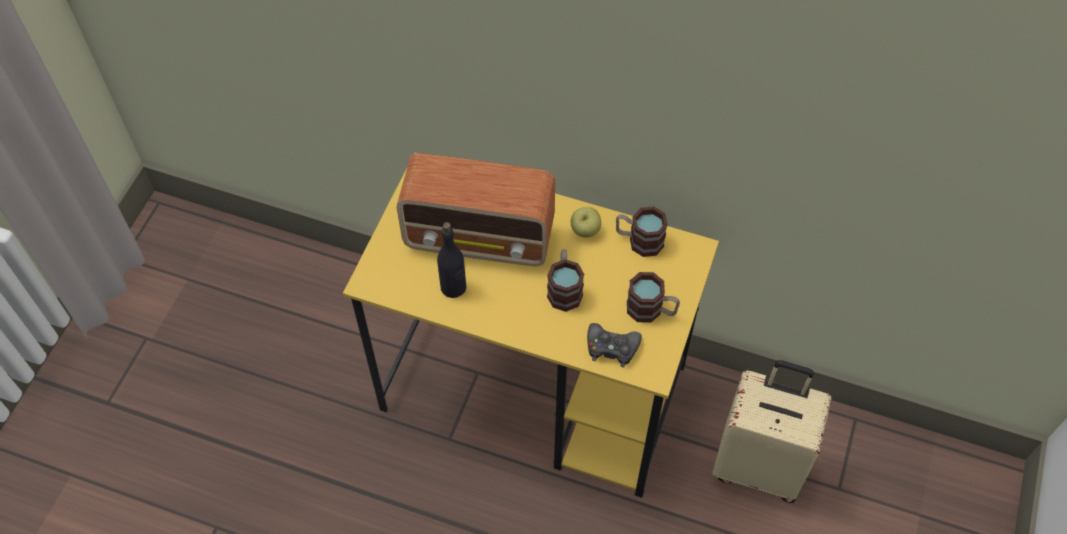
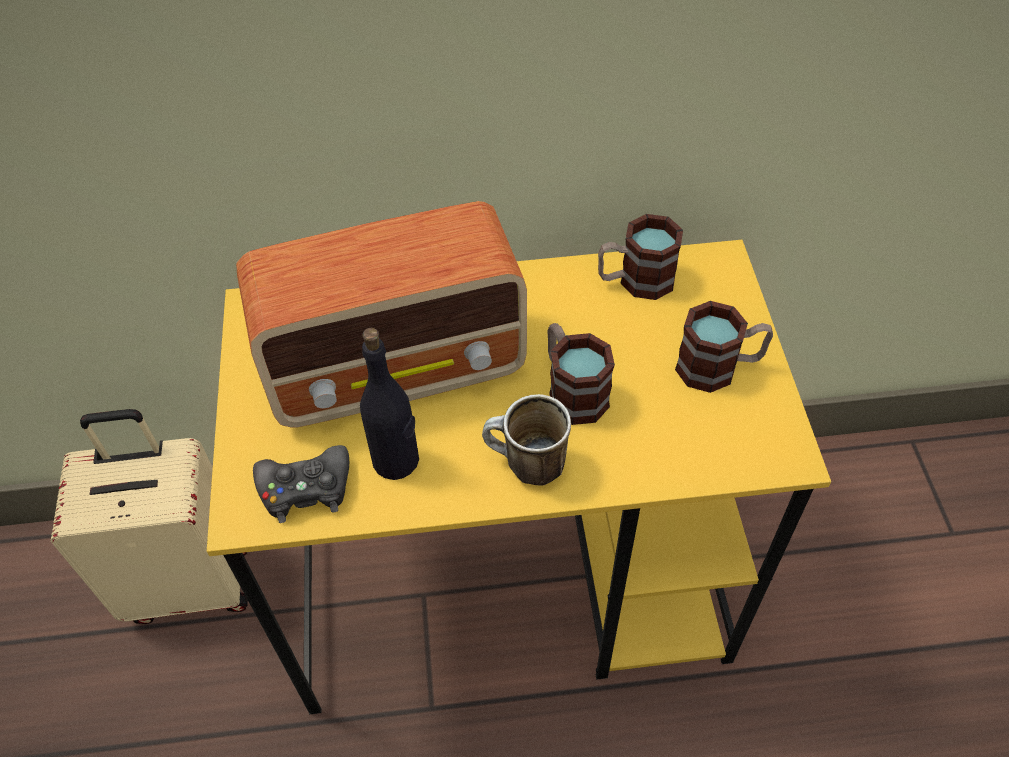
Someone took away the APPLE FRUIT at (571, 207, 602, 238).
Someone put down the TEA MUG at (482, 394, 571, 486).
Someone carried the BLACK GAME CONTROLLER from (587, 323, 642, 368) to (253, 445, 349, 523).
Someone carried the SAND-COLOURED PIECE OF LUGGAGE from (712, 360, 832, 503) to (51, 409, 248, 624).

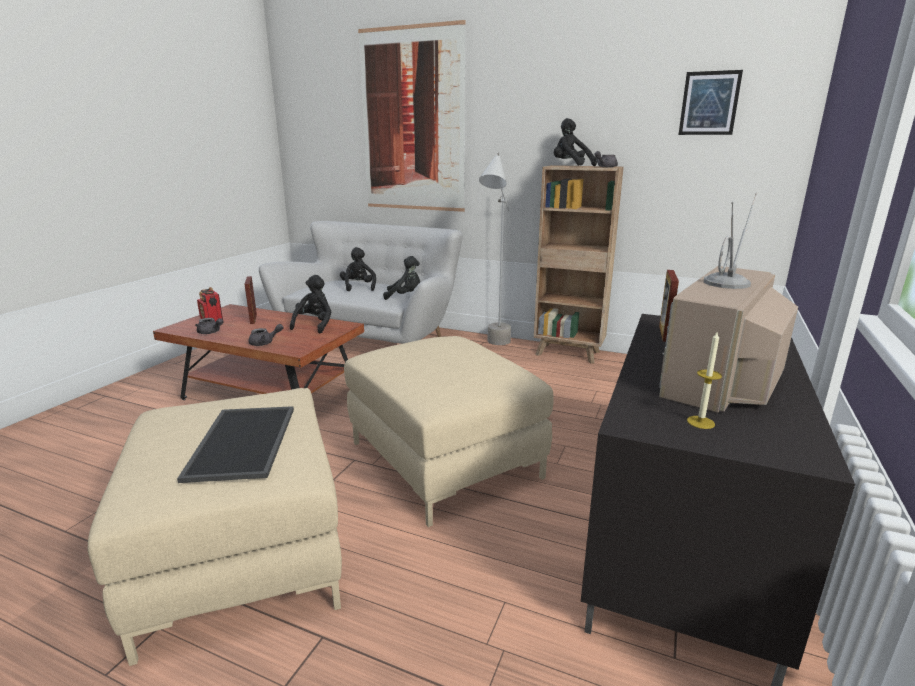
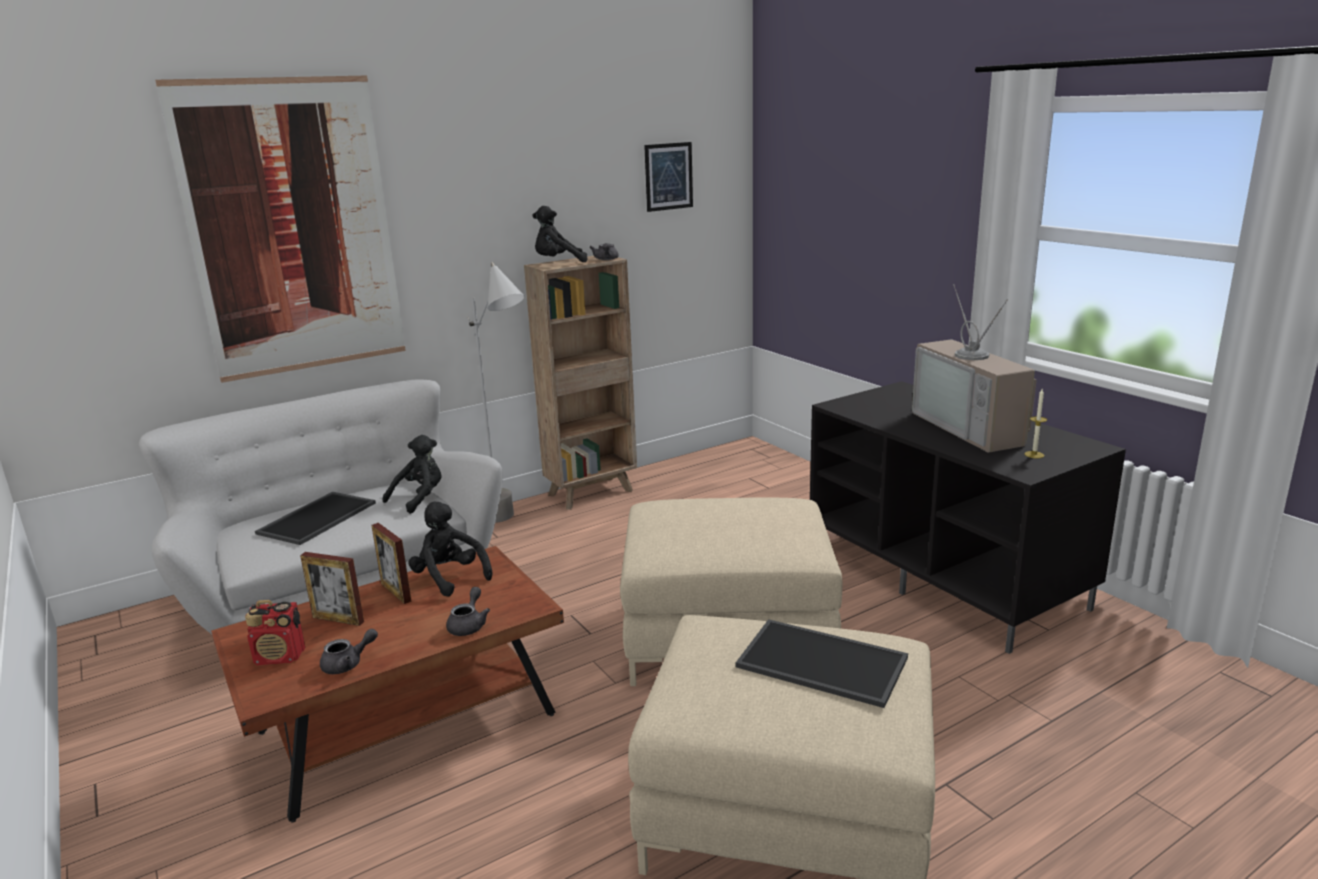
Someone carried the STANDING FRAME from (659, 270, 679, 342) to (372, 523, 411, 604).
Someone swapped the BLACK SOFT TOY at (340, 247, 376, 291) for the CARRYING TRAY at (255, 492, 376, 545).

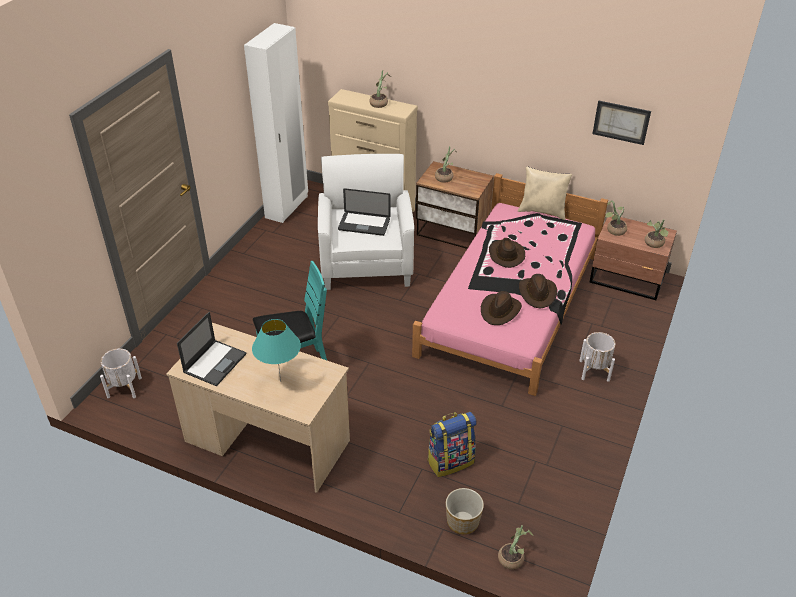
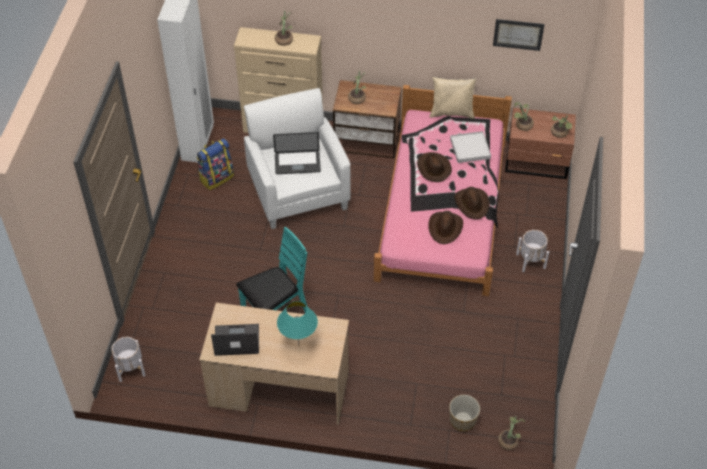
Someone put down the WHITE CARRYING TRAY at (450, 131, 491, 163).
Someone carried the RUCKSACK from (427, 412, 477, 477) to (197, 138, 234, 190).
Someone rotated the PORTABLE COMPUTER at (177, 312, 246, 386) by 105 degrees counterclockwise.

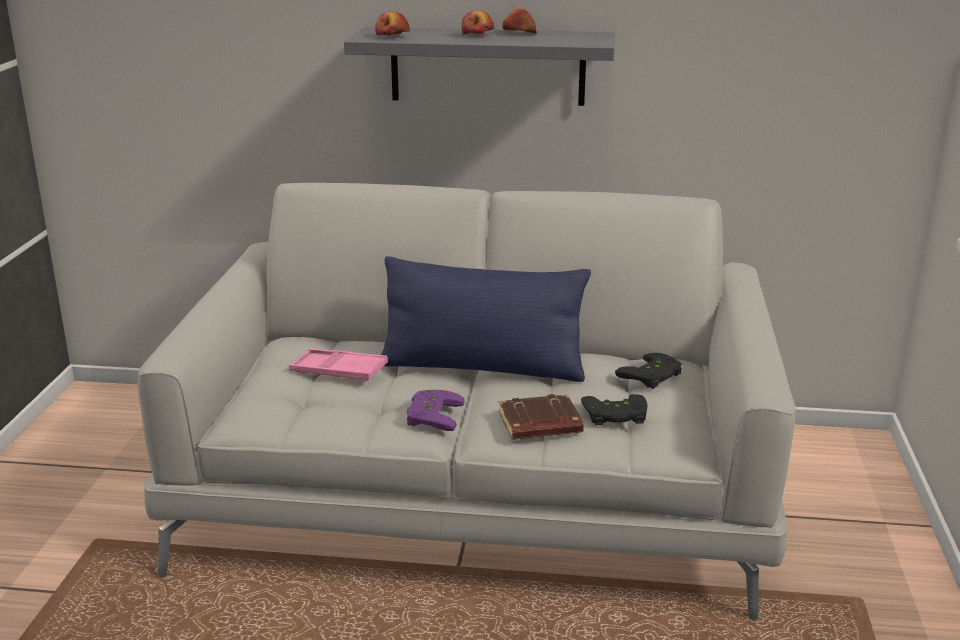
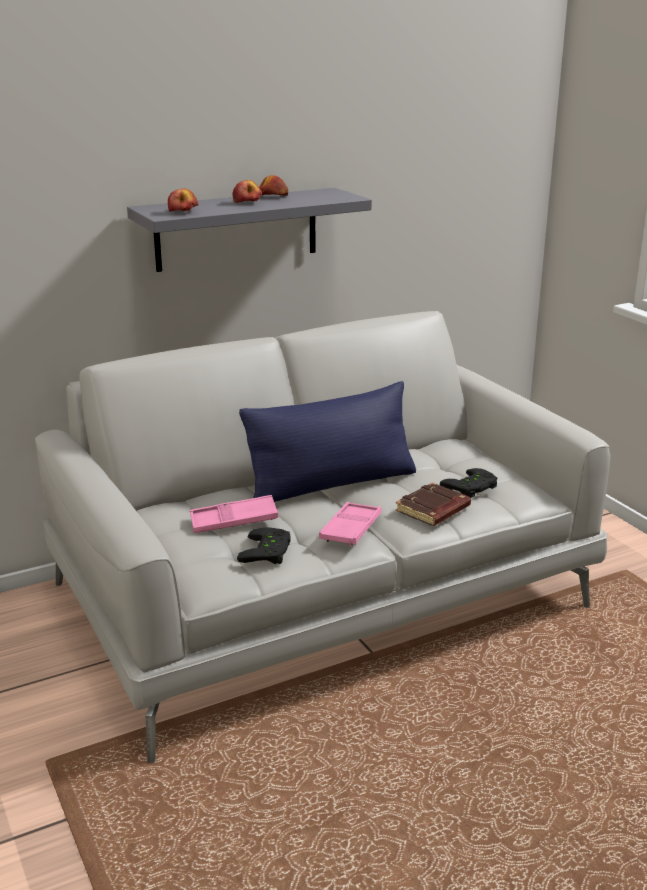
Someone carried the BLACK GAME CONTROLLER from (615, 353, 682, 389) to (237, 528, 291, 564).
Someone swapped the PURPLE-COLOURED GAME CONTROLLER at (407, 390, 465, 431) for the PINKISH CARRYING TRAY at (319, 502, 382, 546).

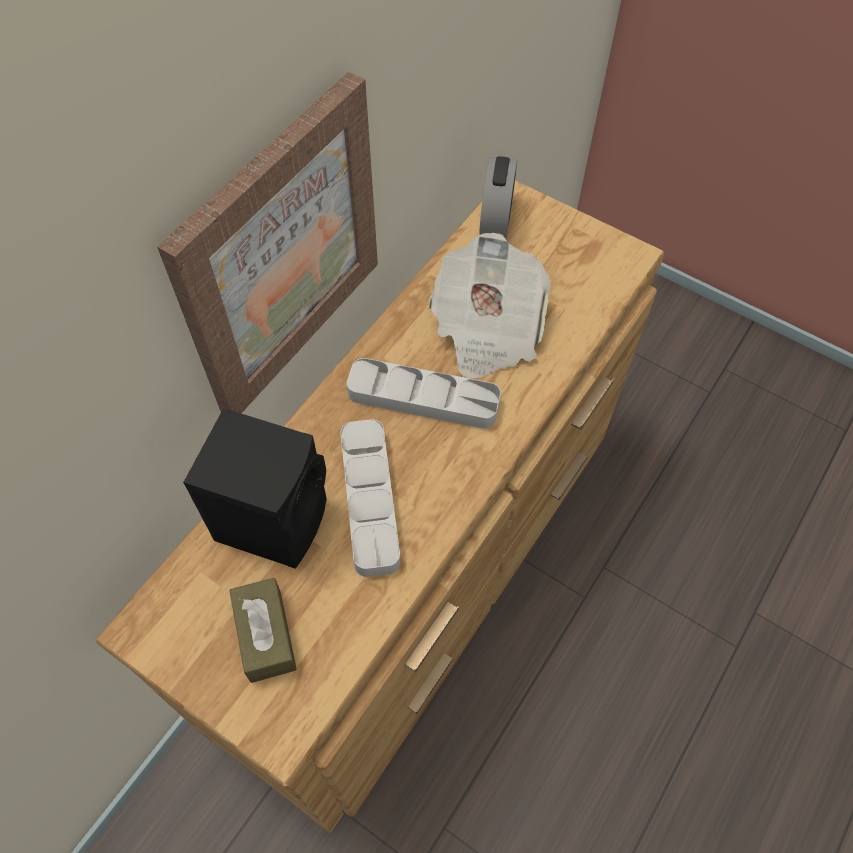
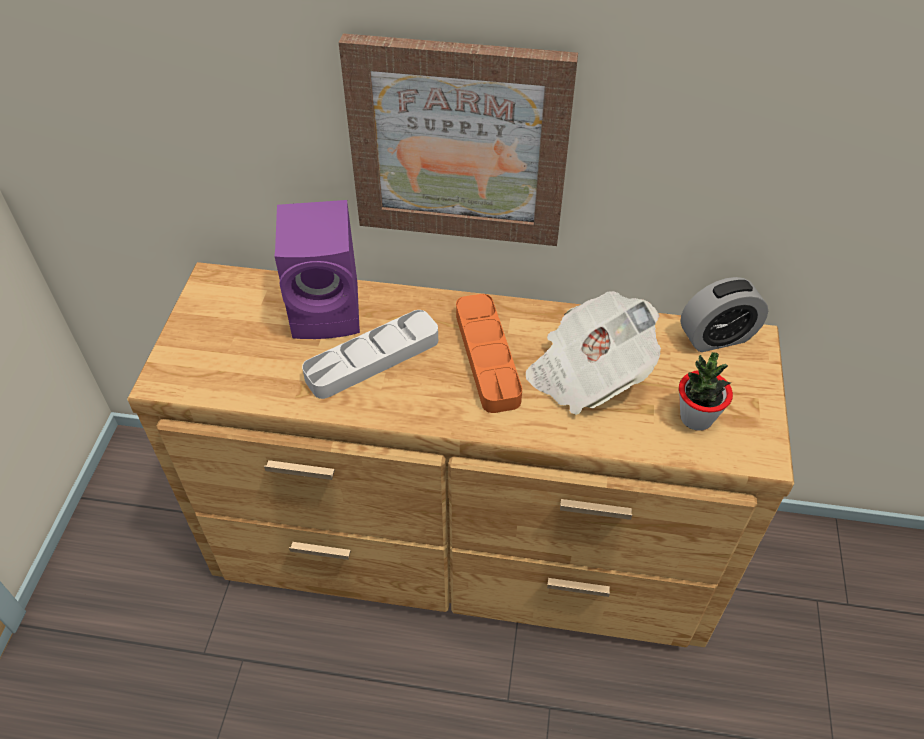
Someone took away the BROWNISH BOX OF TISSUES at (229, 578, 297, 683).
Someone put down the PLANT IN A POT at (679, 352, 733, 431).
Someone repainted the BLACK AUDIO SPEAKER at (183, 408, 327, 569), which became the PURPLE-COLOURED AUDIO SPEAKER at (275, 200, 360, 339).
Someone repainted the GREY CARRYING TRAY at (347, 358, 501, 429), which became the ORANGE CARRYING TRAY at (456, 294, 522, 413).

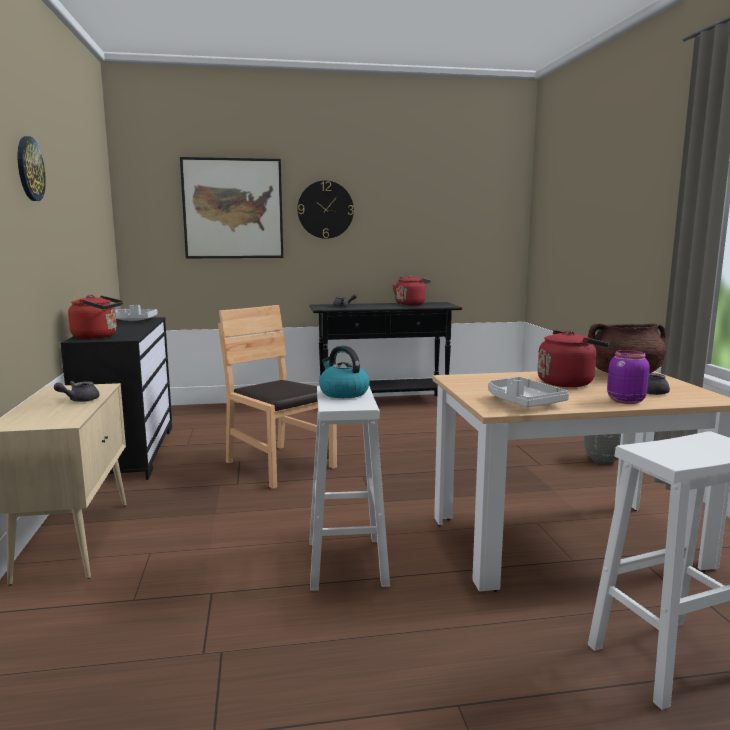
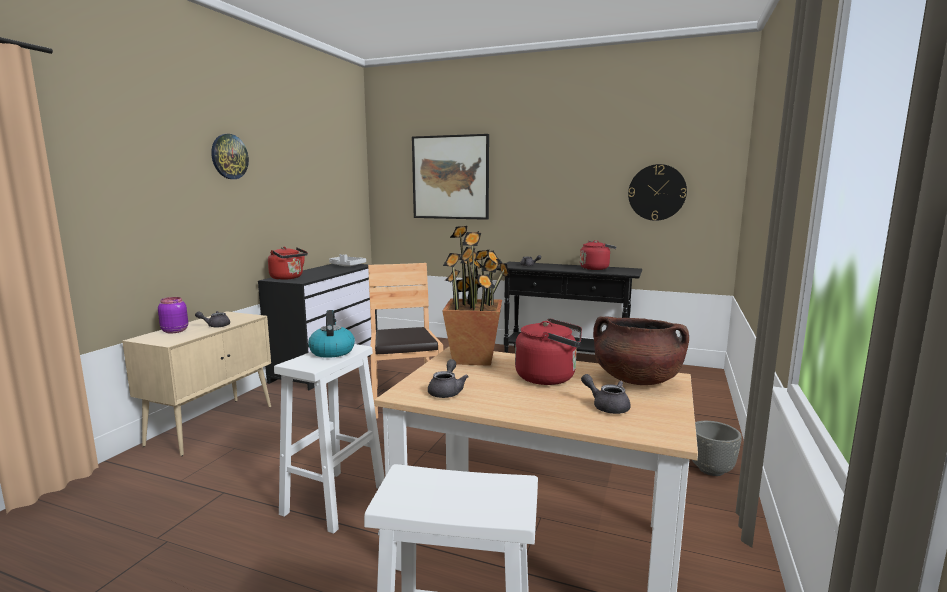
Someone put down the PLANT IN A POT at (442, 226, 510, 366).
Someone carried the CLOCK ON THE WALL from (297, 181, 354, 239) to (628, 164, 687, 221).
Someone carried the PURPLE-COLOURED STORAGE JAR from (607, 350, 650, 404) to (158, 297, 188, 333).
Someone swapped the GREY CARRYING TRAY at (488, 377, 569, 407) for the GREY POT FOR TEA at (428, 359, 469, 398).

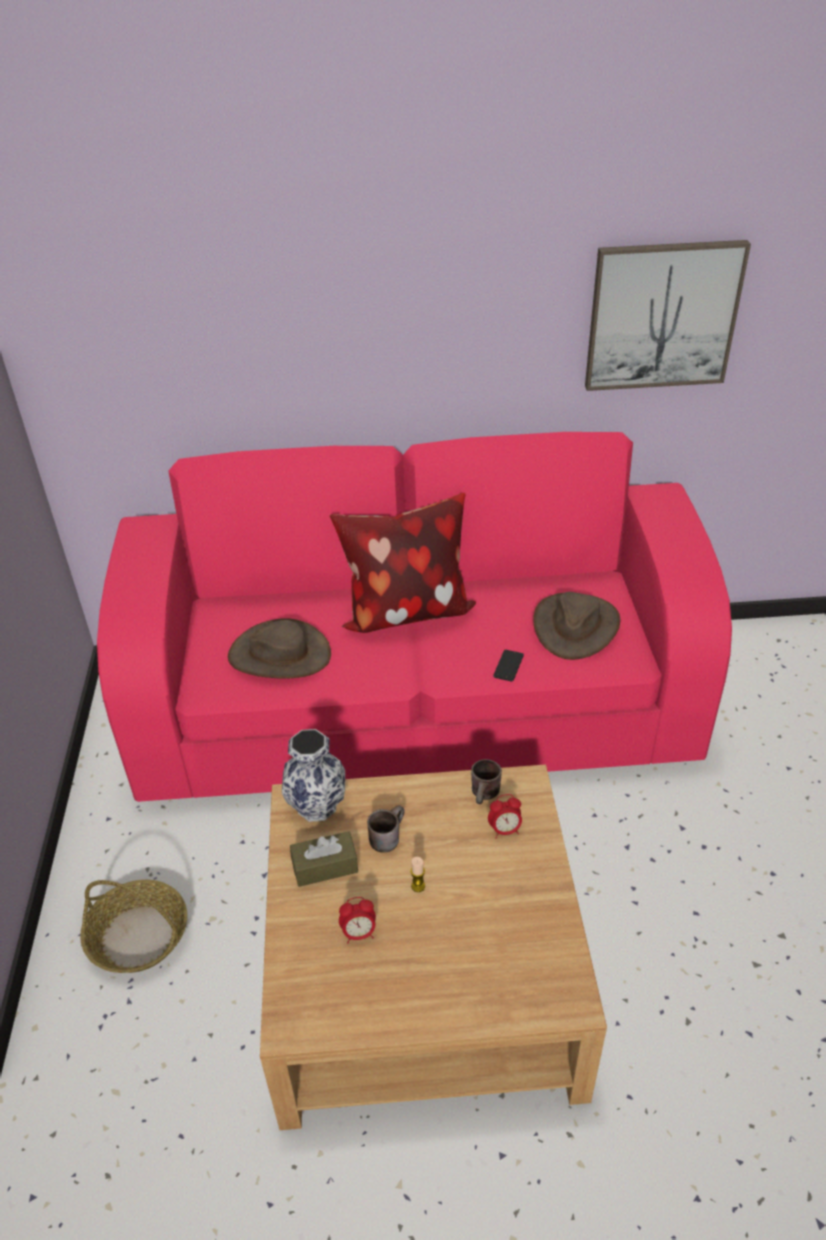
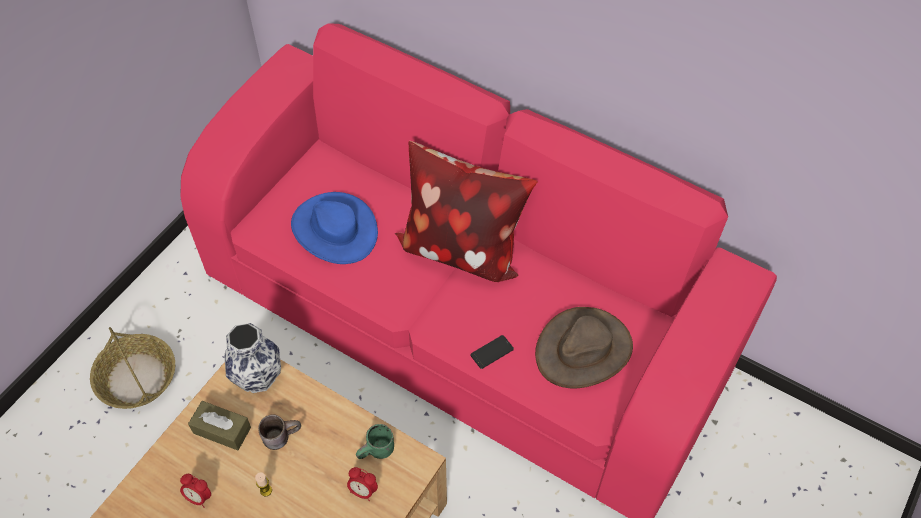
Someone took away the WALL ART at (585, 240, 751, 391).
Someone repainted the BROWNISH CLOTHING HAT at (228, 619, 331, 679), which became the BLUE CLOTHING HAT at (291, 192, 378, 264).
Someone repainted the BROWNISH TEA MUG at (471, 759, 502, 804), which became the GREENISH TEA MUG at (356, 424, 394, 459).

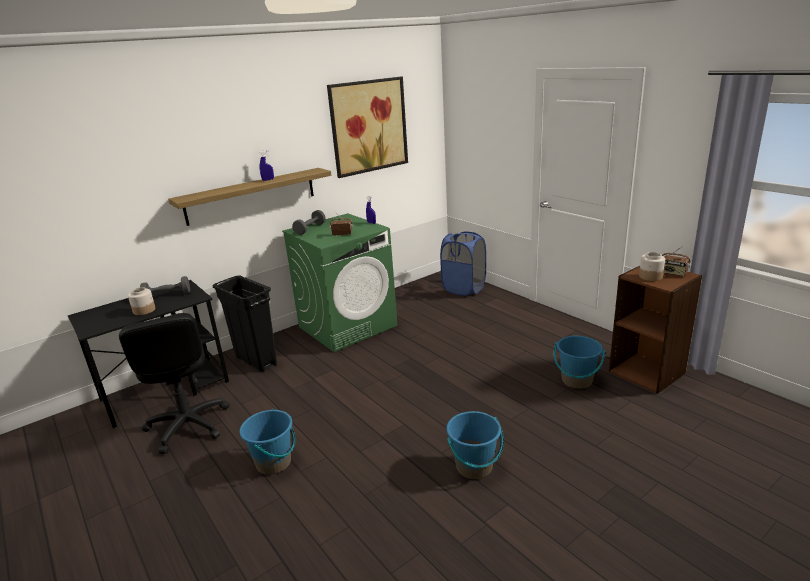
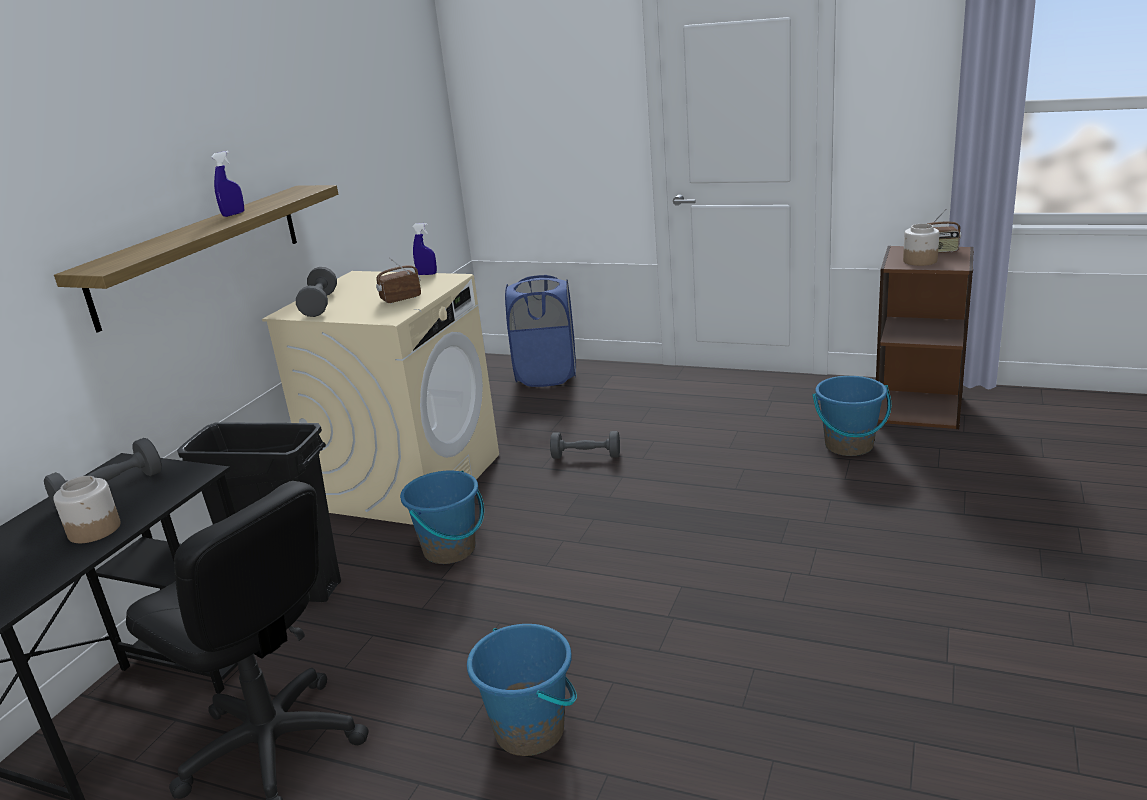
Someone took away the WALL ART at (327, 77, 408, 178).
Someone put down the GREY DUMBBELL at (550, 431, 620, 459).
Someone carried the BLUE PAIL from (446, 411, 504, 479) to (400, 470, 484, 564).
Someone repainted the GREENISH WASHING MACHINE at (282, 213, 398, 352), which became the SAND-COLOURED WASHING MACHINE at (262, 271, 499, 525).

